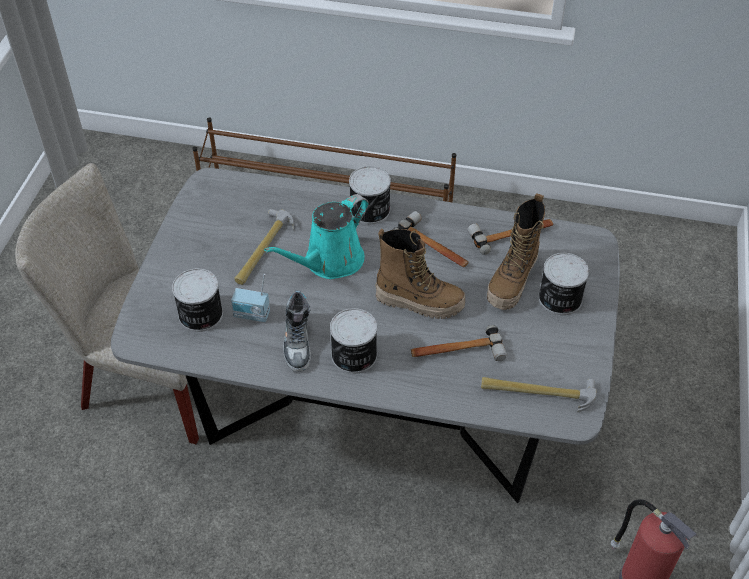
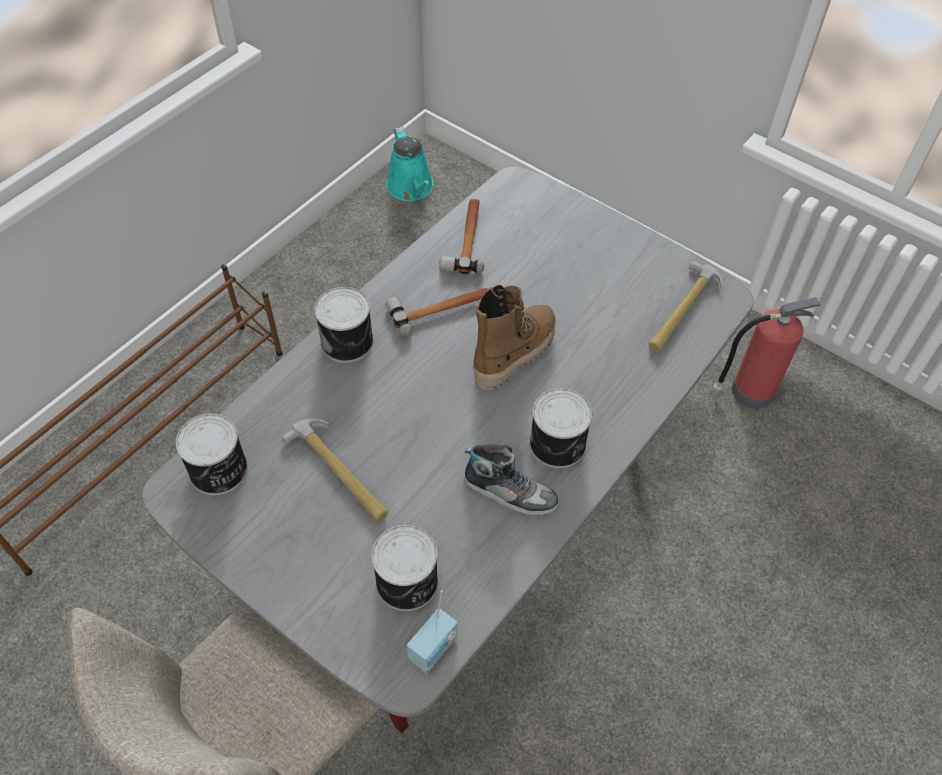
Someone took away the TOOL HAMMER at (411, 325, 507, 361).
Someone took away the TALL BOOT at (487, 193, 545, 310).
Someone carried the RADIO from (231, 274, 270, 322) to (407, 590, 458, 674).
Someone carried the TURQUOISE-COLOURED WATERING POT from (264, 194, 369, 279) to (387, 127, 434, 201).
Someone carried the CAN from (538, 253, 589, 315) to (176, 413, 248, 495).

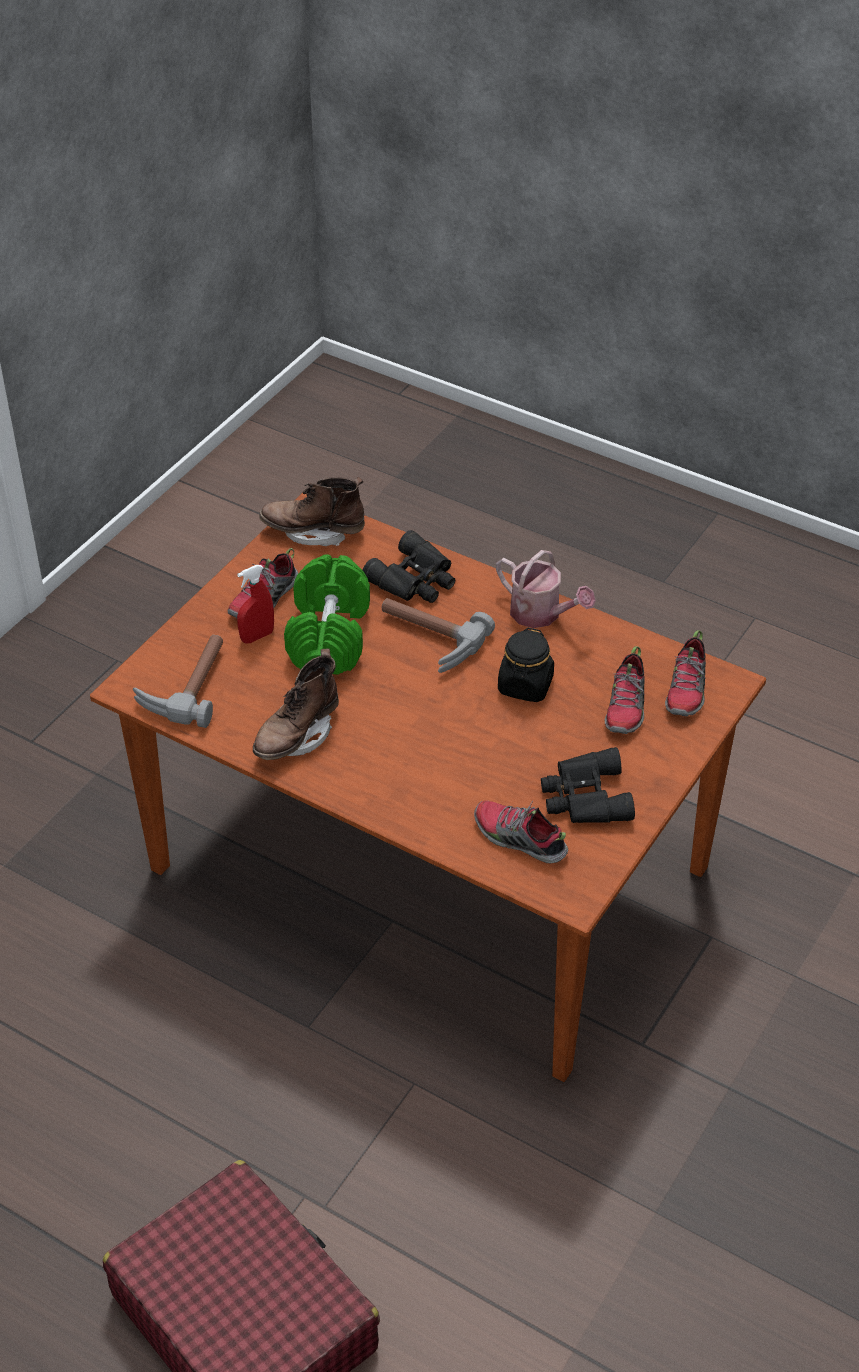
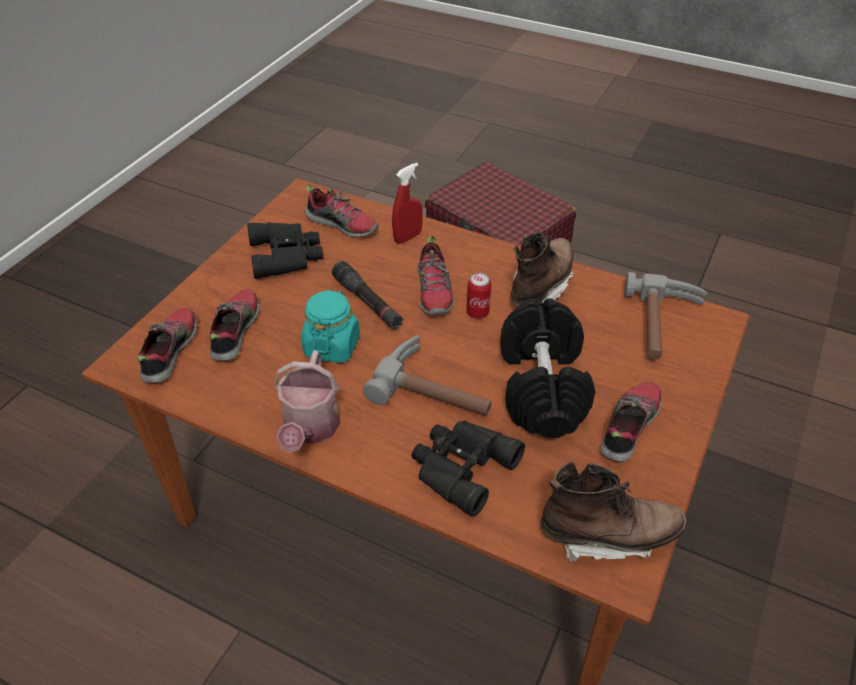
Someone put down the BLACK TORCH at (332, 261, 403, 329).
Someone put down the SHOE at (418, 236, 455, 315).
Someone put down the CAN at (466, 273, 491, 319).
Someone carried the RED SPRAYER from (237, 565, 274, 644) to (392, 163, 423, 244).
Someone repainted the GREENISH DUMBBELL at (284, 554, 370, 675), which became the BLACK DUMBBELL at (500, 298, 595, 438).
Someone repainted the BLACK STORAGE JAR at (498, 628, 554, 702), which became the TURQUOISE-COLOURED STORAGE JAR at (301, 289, 360, 363).
Someone rotated the WATERING POT at (496, 550, 596, 628) by 120 degrees counterclockwise.

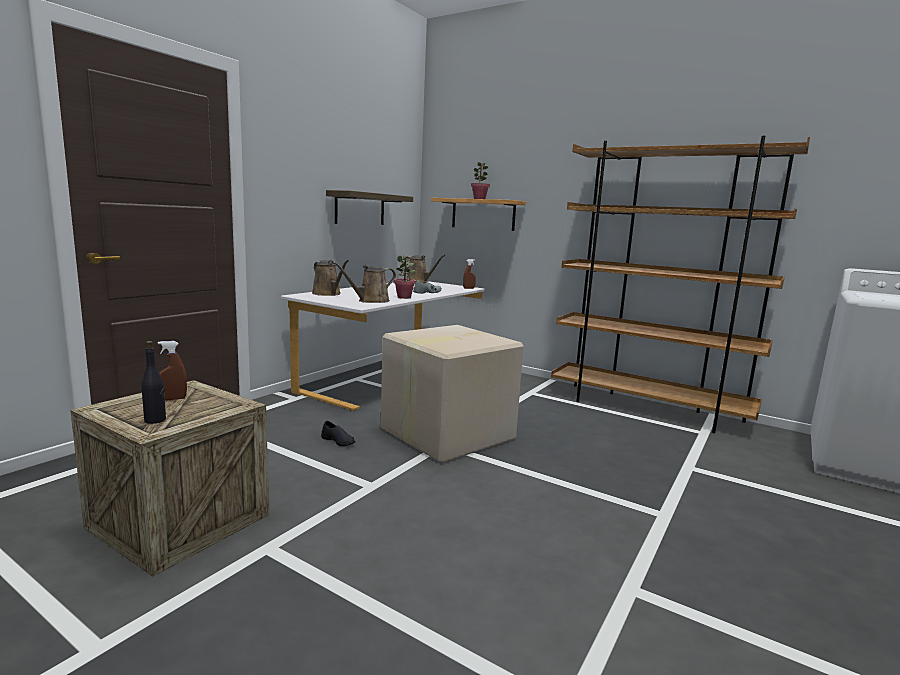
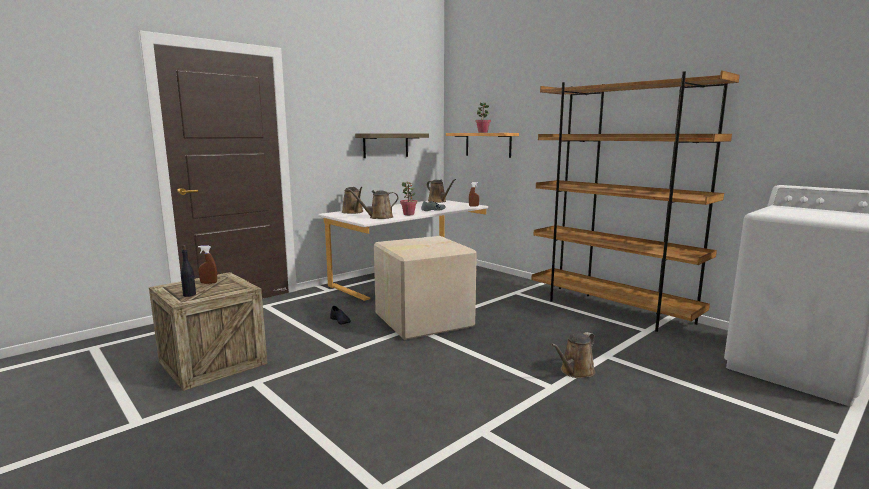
Someone put down the BROWNISH WATERING POT at (551, 332, 595, 378).

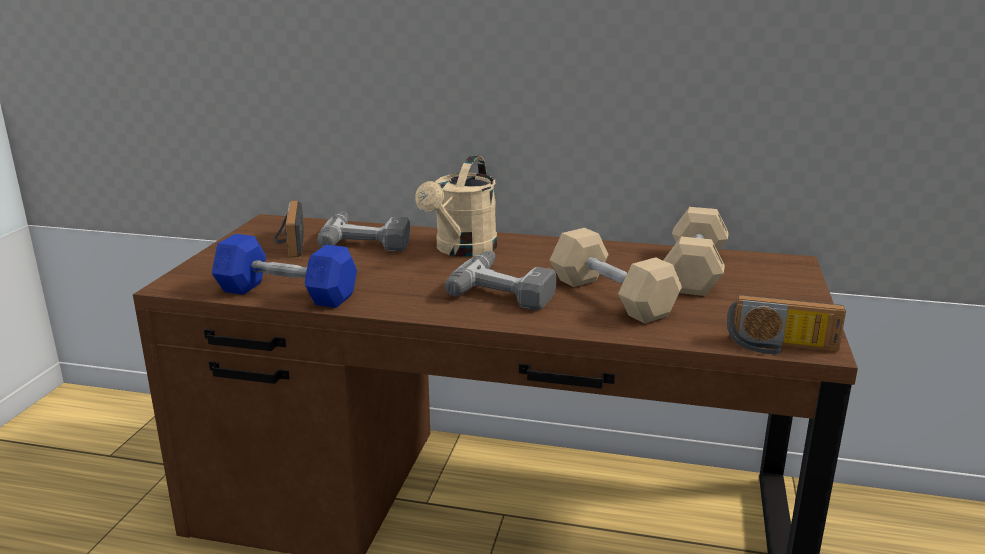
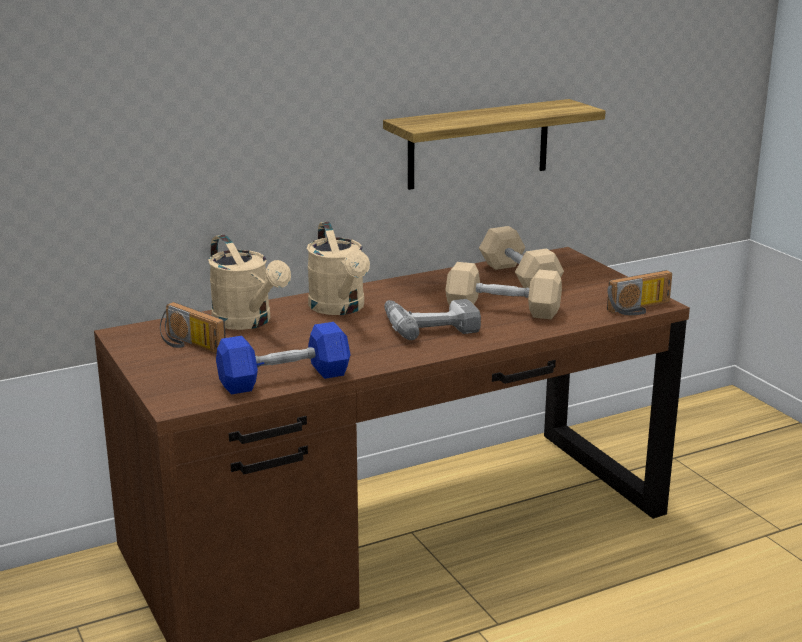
Someone put up the WALL SHELF at (383, 99, 606, 190).
Someone swapped the ELECTRIC DRILL at (318, 211, 410, 251) for the SAND-COLOURED WATERING POT at (208, 235, 291, 330).

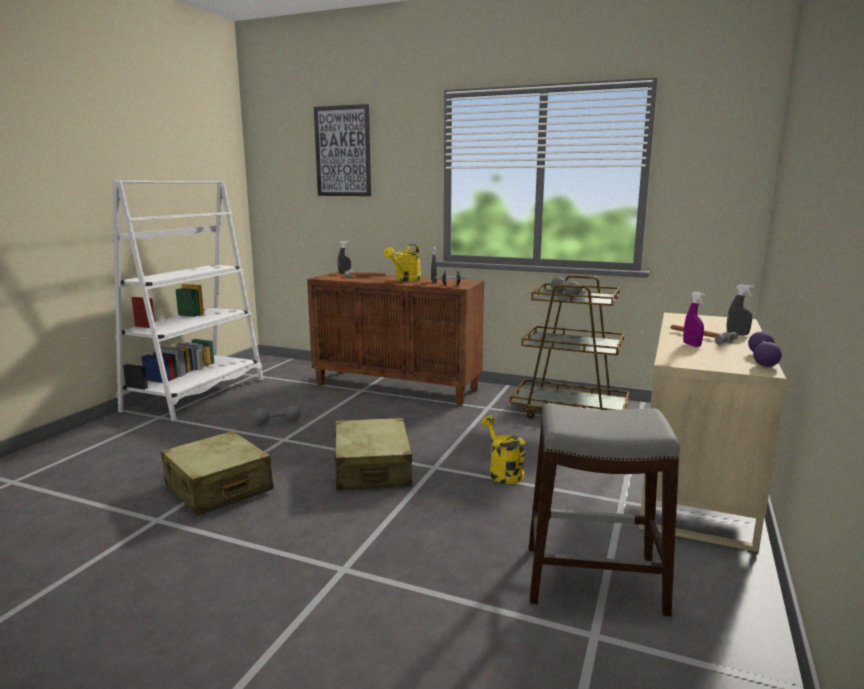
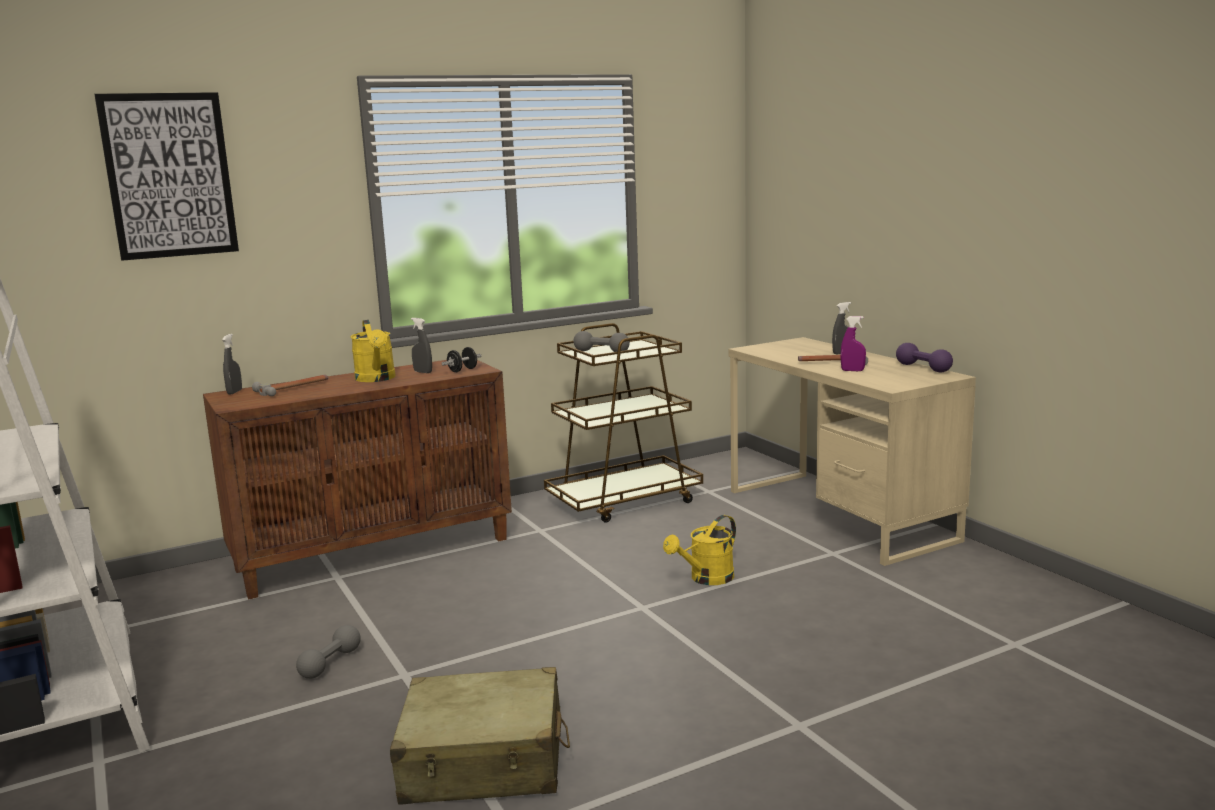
Someone took away the SAND-COLOURED PIECE OF LUGGAGE at (334, 418, 414, 490).
Someone took away the GREY STOOL SEAT at (529, 403, 680, 616).
Someone rotated the YELLOWISH WATERING POT at (482, 416, 525, 484) by 60 degrees counterclockwise.

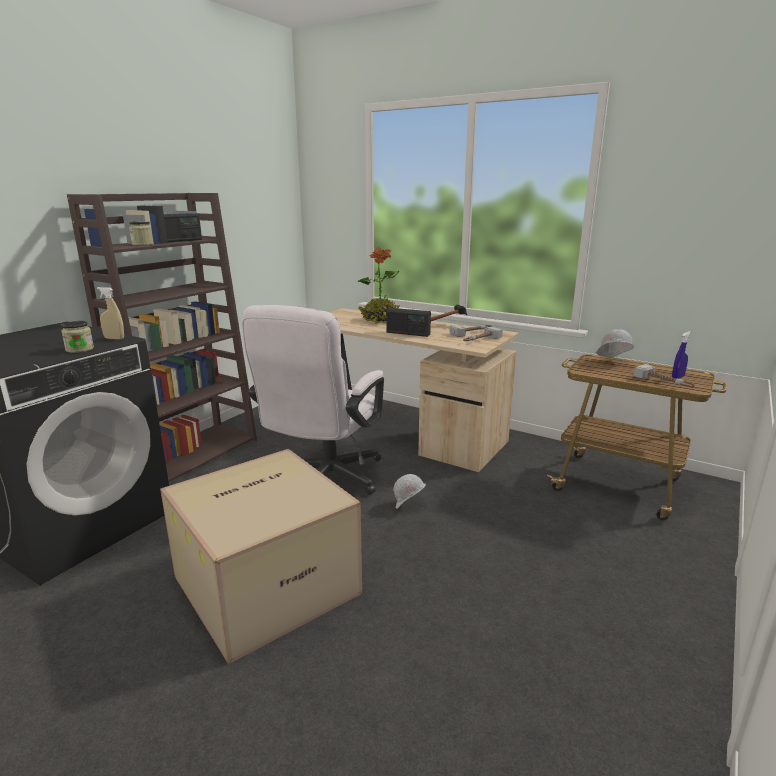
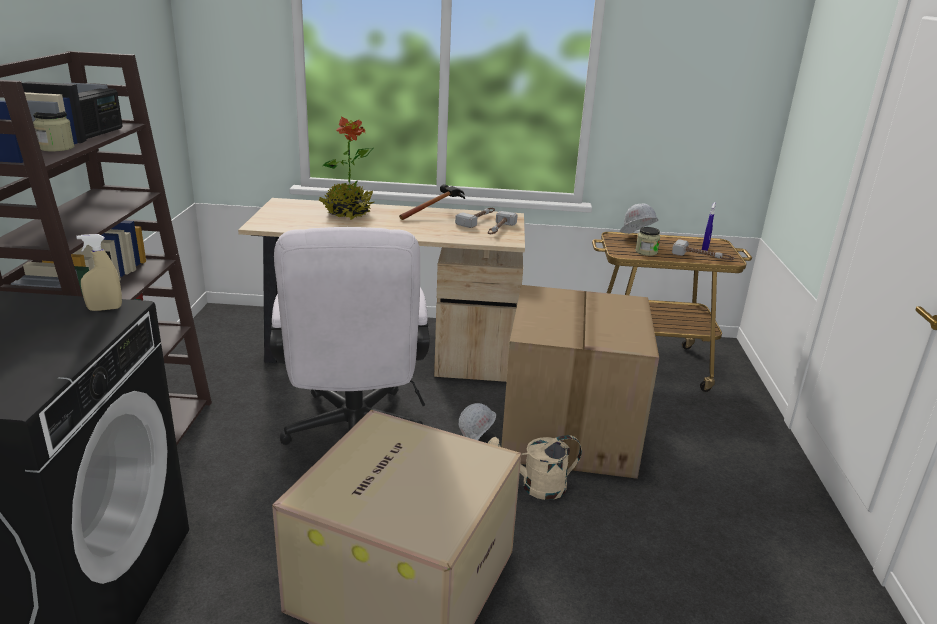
Someone took away the RADIO at (387, 308, 431, 337).
Someone put down the SAND-COLOURED WATERING POT at (488, 435, 582, 500).
Someone put down the CARDBOARD BOX at (501, 285, 659, 479).
Someone carried the STORAGE JAR from (61, 321, 94, 353) to (635, 227, 660, 256).

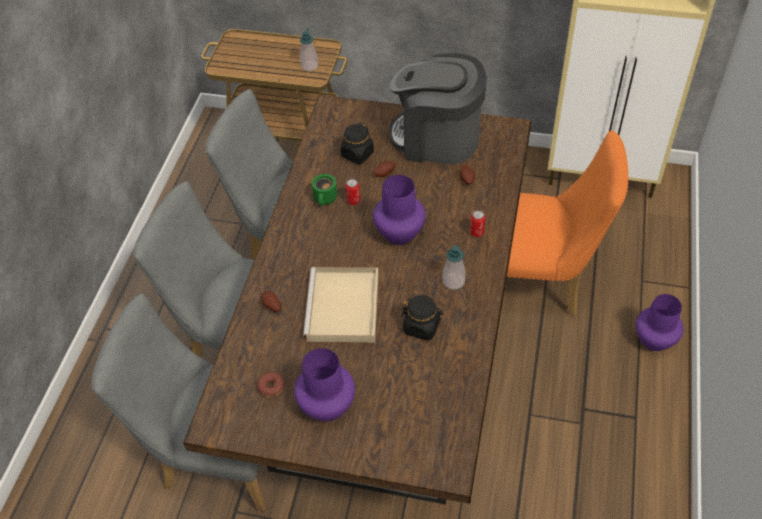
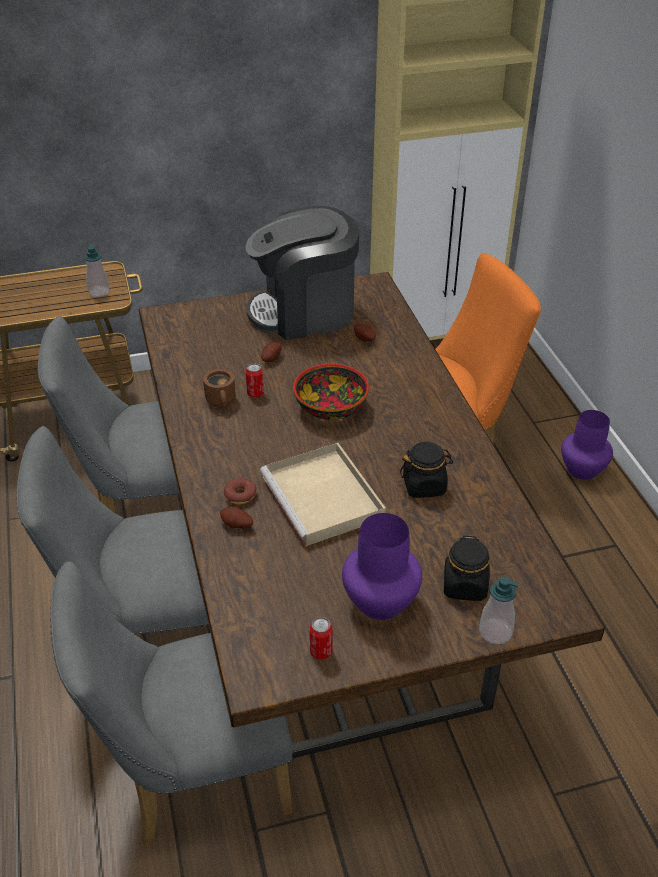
Someone carried the DOUGHNUT from (257, 372, 285, 397) to (224, 478, 256, 504).
Someone carried the BLACK STORAGE JAR from (340, 123, 374, 164) to (444, 535, 490, 601).
Someone carried the SOAP BOTTLE from (443, 245, 465, 290) to (479, 576, 519, 644).
Someone carried the CAN from (470, 210, 485, 237) to (310, 617, 333, 660).
Someone swapped the PURPLE-COLOURED FLOWER VASE at (373, 175, 426, 245) for the SERVING BOWL at (293, 364, 369, 420).
Someone repainted the GREENISH TEA MUG at (312, 174, 337, 206), which became the BROWNISH TEA MUG at (203, 369, 235, 407).

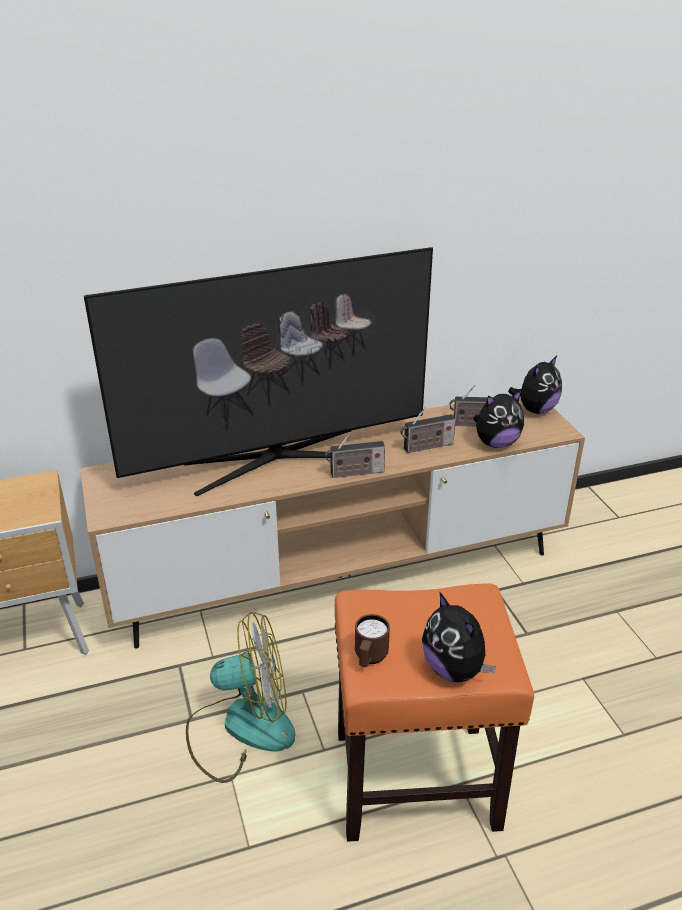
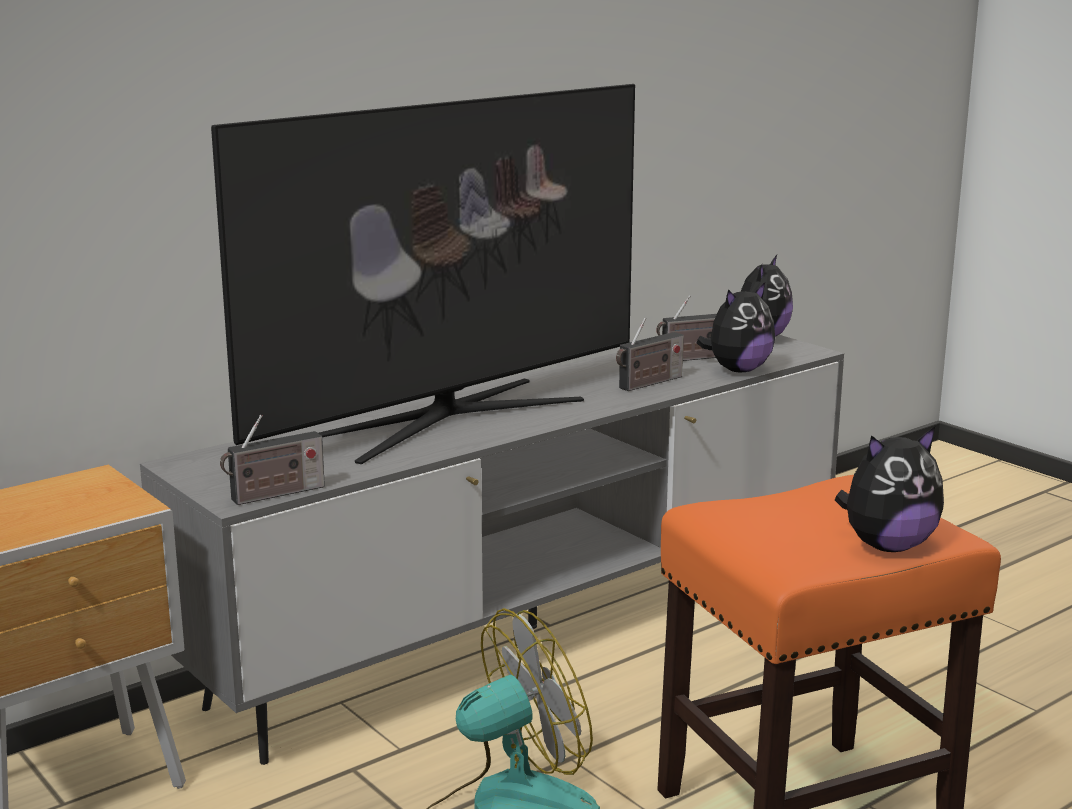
Someone took away the BROWNISH TEA MUG at (355, 614, 390, 667).
Someone carried the RADIO from (325, 432, 385, 478) to (220, 415, 325, 505).
Someone repainted the BROWNISH MEDIA CONSOLE at (80, 395, 585, 649), which became the GREY MEDIA CONSOLE at (140, 335, 844, 765).
Someone rotated the SOFT TOY at (422, 592, 496, 682) by 60 degrees counterclockwise.

